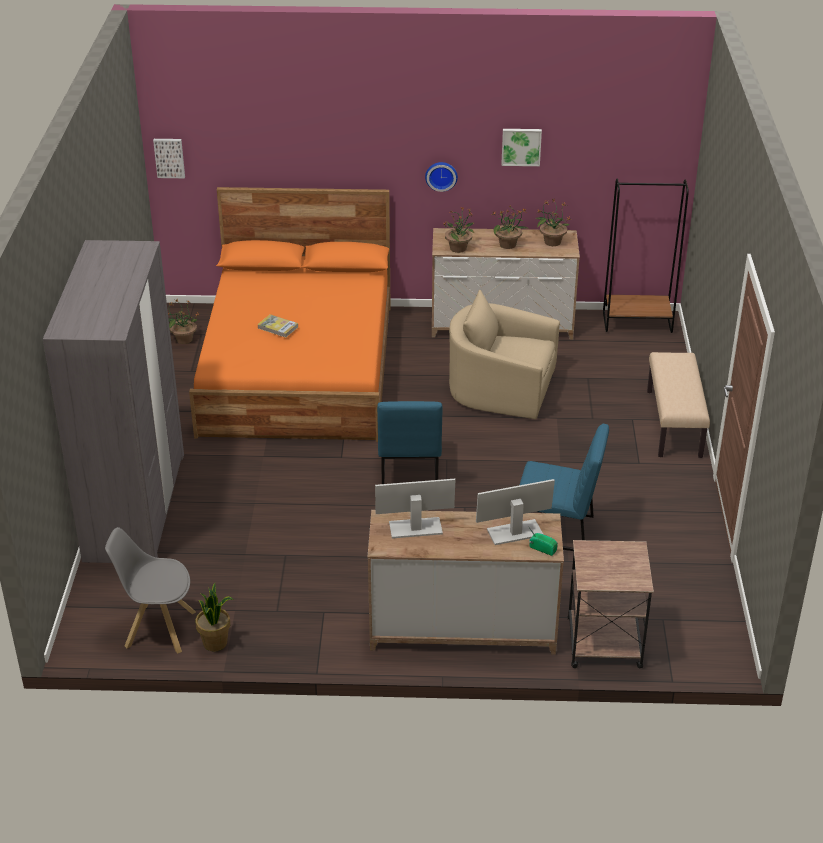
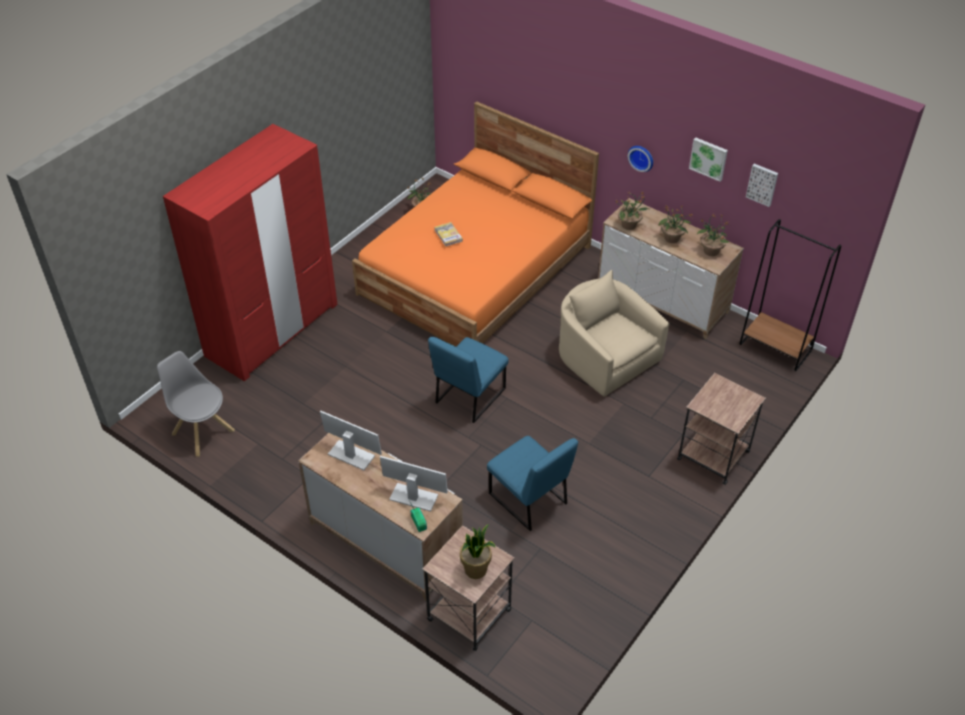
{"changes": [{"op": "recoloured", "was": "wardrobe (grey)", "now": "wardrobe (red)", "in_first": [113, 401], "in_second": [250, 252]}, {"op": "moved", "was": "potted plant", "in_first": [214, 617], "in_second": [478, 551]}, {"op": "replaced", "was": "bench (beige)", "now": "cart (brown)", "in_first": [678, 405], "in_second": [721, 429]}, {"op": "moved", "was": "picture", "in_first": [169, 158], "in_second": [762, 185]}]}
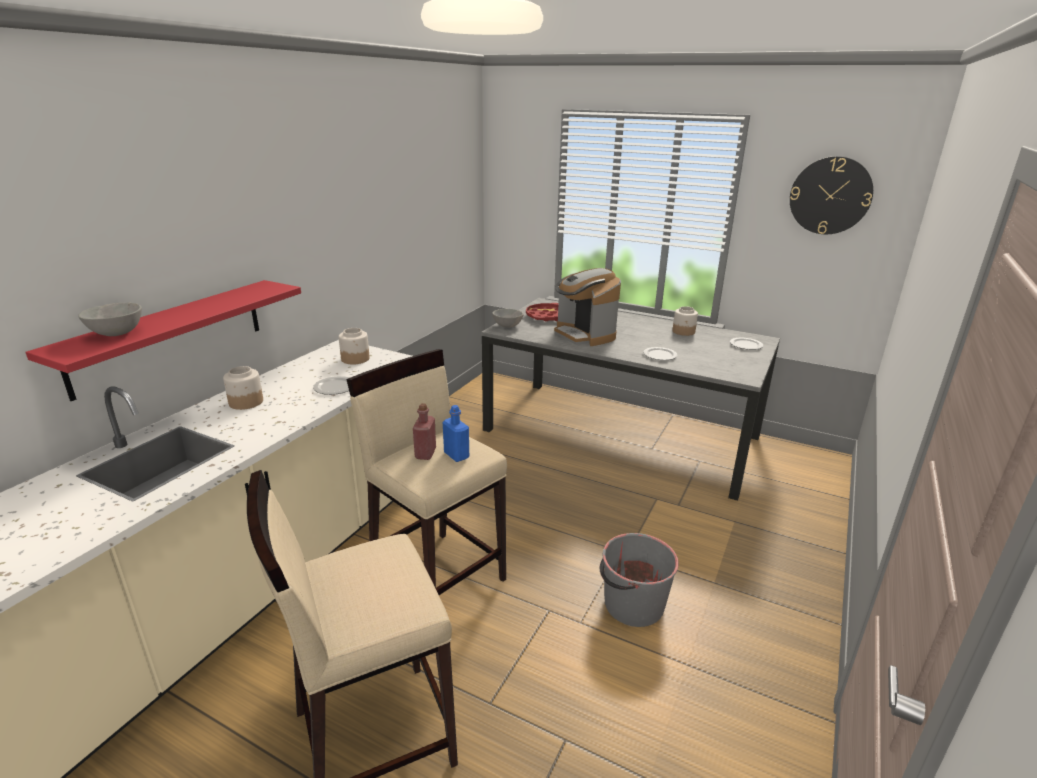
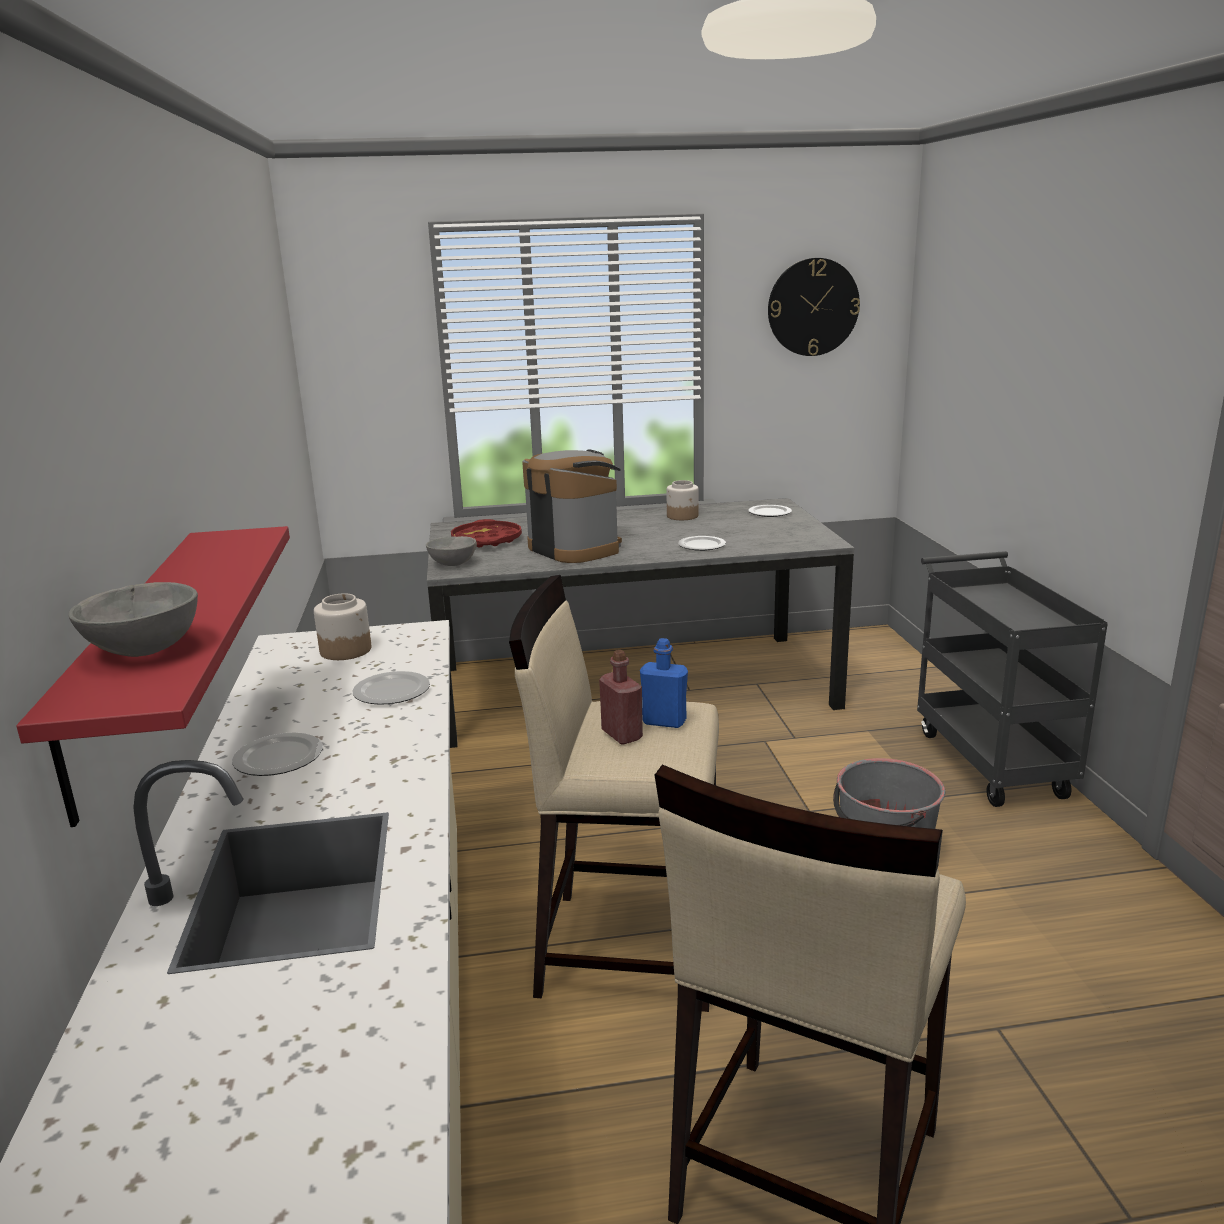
{"changes": [{"op": "replaced", "was": "jar", "now": "plate", "in_first": [243, 388], "in_second": [277, 754]}, {"op": "turned", "was": "coffee machine", "in_first": [587, 307], "in_second": [572, 506], "clockwise": -150}, {"op": "added", "now": "cart (grey)", "in_second": [1012, 679]}]}
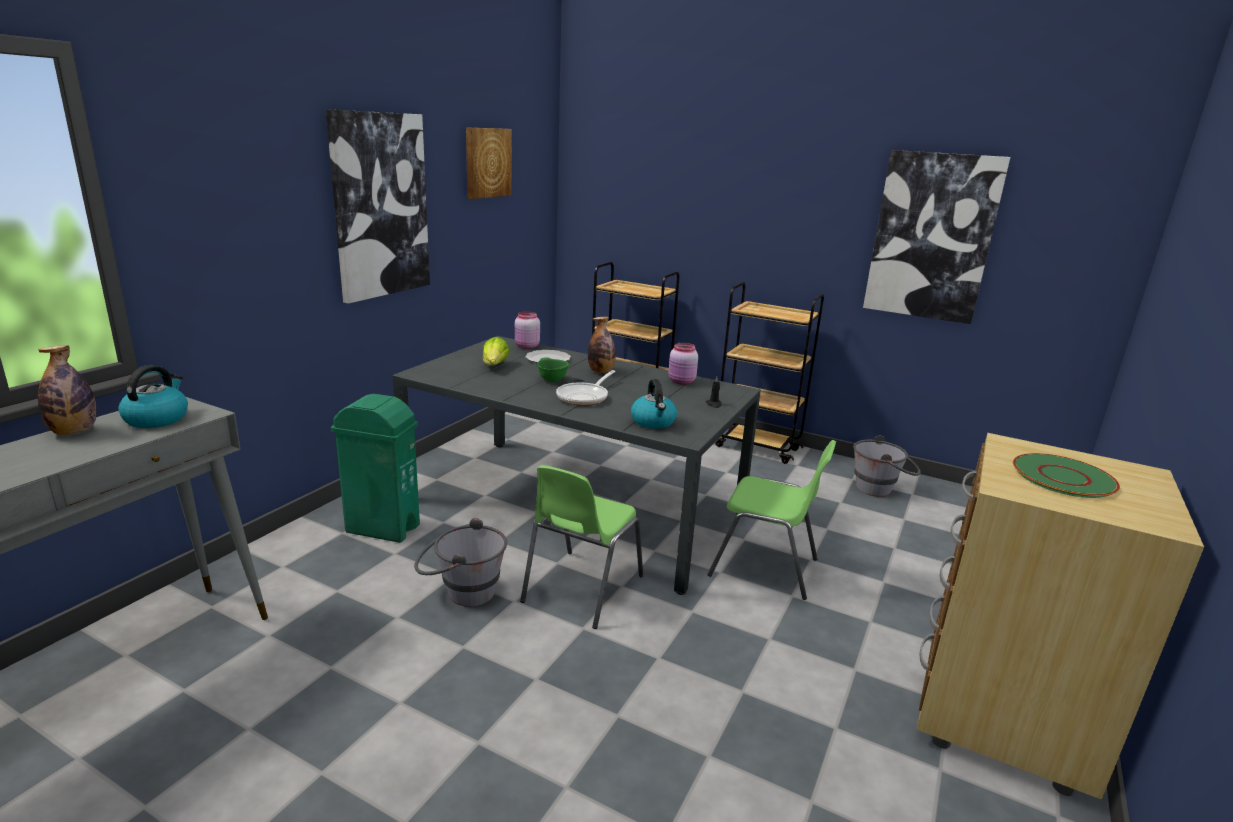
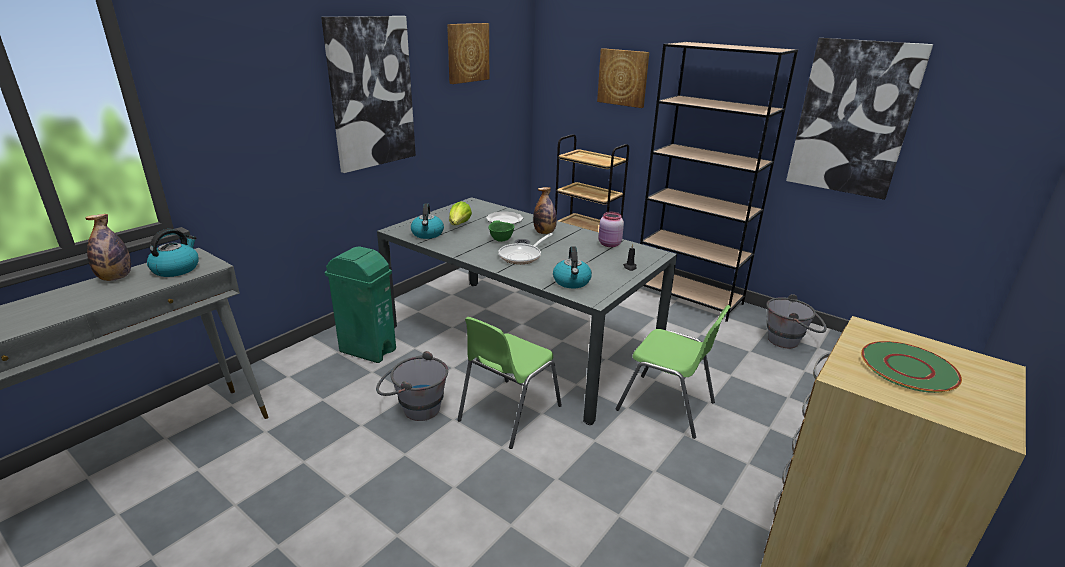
{"changes": [{"op": "added", "now": "kettle", "in_second": [427, 221]}, {"op": "added", "now": "picture", "in_second": [623, 78]}, {"op": "replaced", "was": "cart (brown)", "now": "bookcase (beige)", "in_first": [770, 373], "in_second": [719, 182]}, {"op": "removed", "was": "jar (pink)", "in_first": [527, 330]}]}
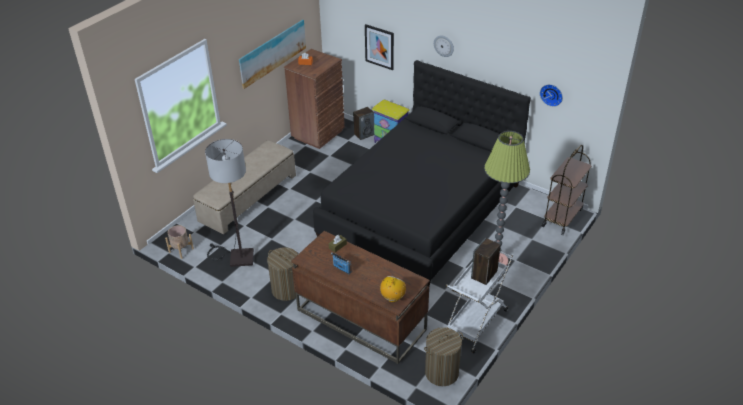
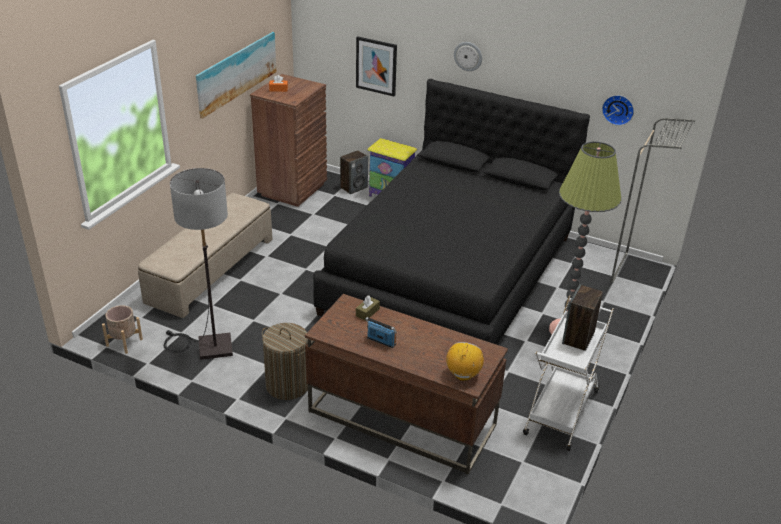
{"changes": [{"op": "replaced", "was": "cart (brown)", "now": "clothes rack (grey)", "in_first": [567, 190], "in_second": [652, 201]}, {"op": "removed", "was": "laundry basket", "in_first": [443, 356]}]}
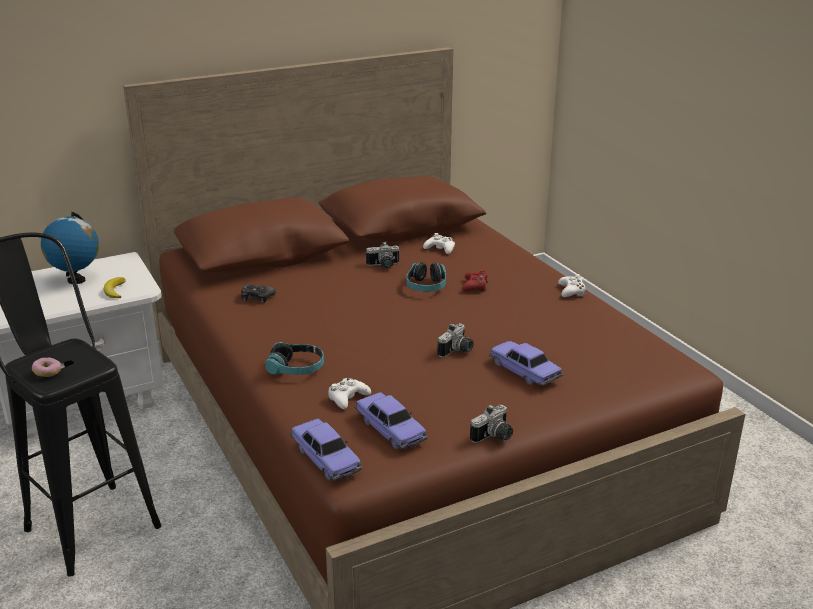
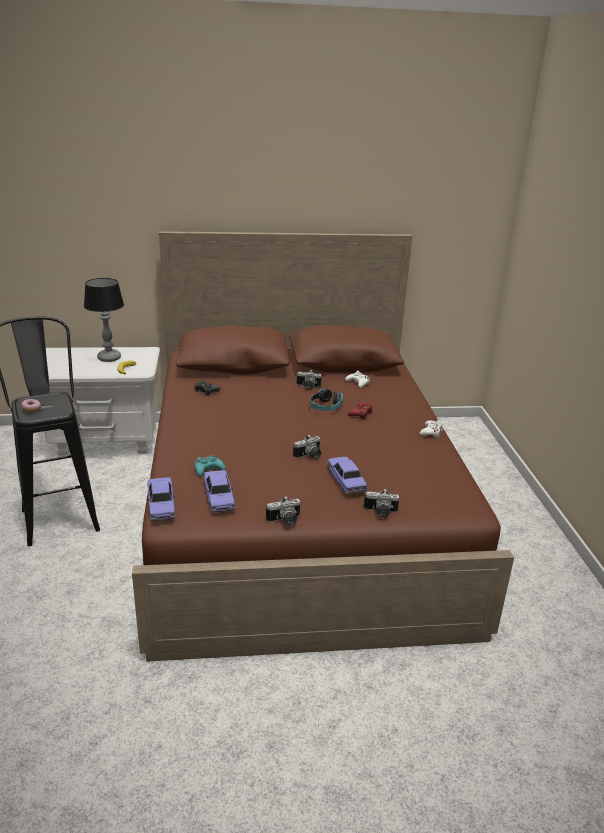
{"changes": [{"op": "replaced", "was": "globe", "now": "table lamp", "in_first": [70, 248], "in_second": [104, 320]}, {"op": "recoloured", "was": "game controller (white)", "now": "game controller (turquoise)", "in_first": [349, 393], "in_second": [210, 466]}, {"op": "added", "now": "photo camera", "in_second": [381, 503]}, {"op": "removed", "was": "headphones", "in_first": [294, 358]}]}
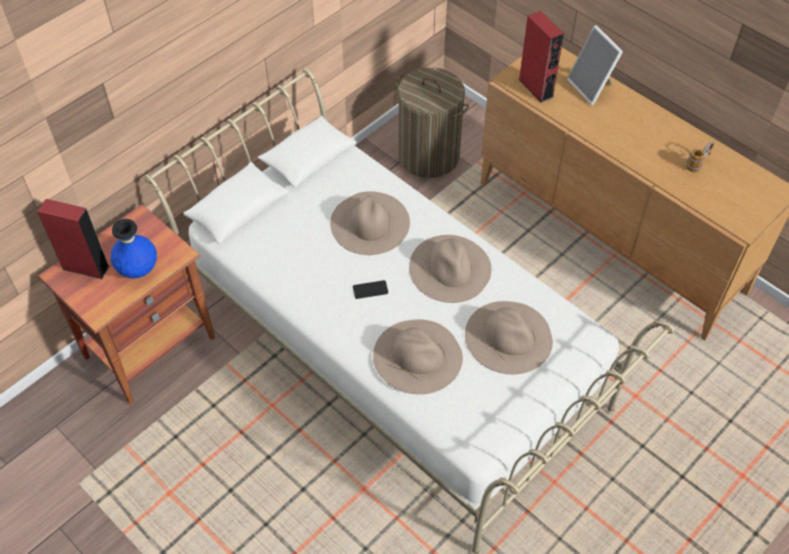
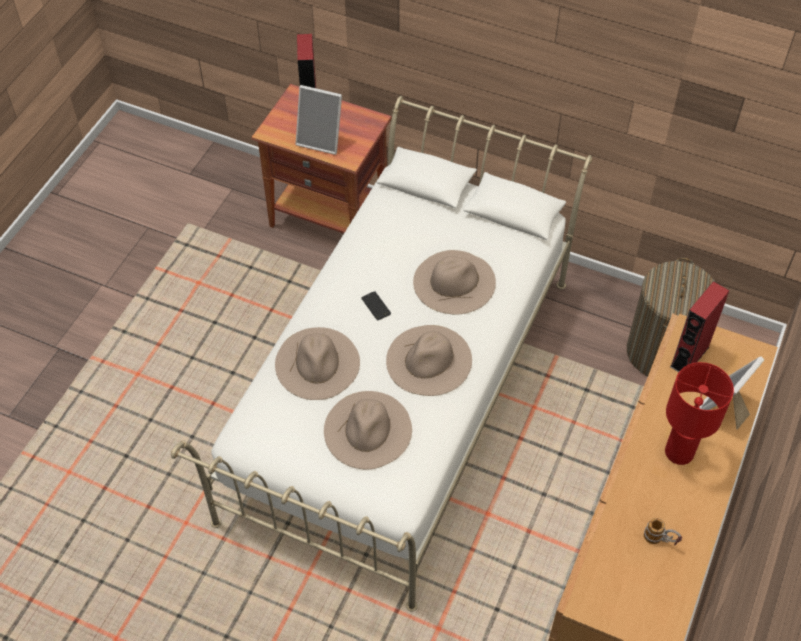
{"changes": [{"op": "replaced", "was": "vase (blue)", "now": "picture frame", "in_first": [134, 248], "in_second": [319, 120]}, {"op": "added", "now": "table lamp (red)", "in_second": [699, 413]}]}
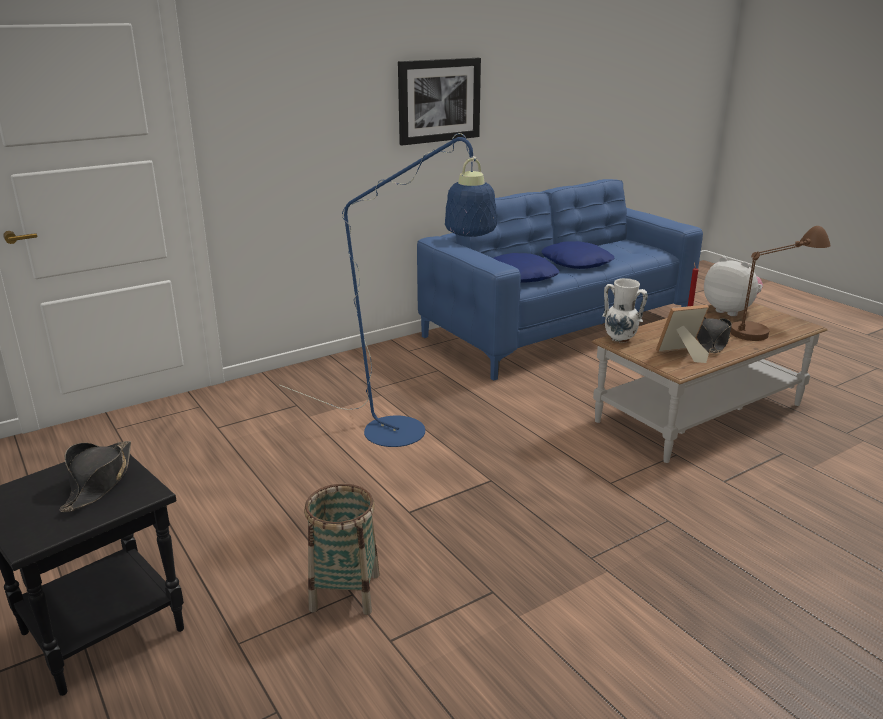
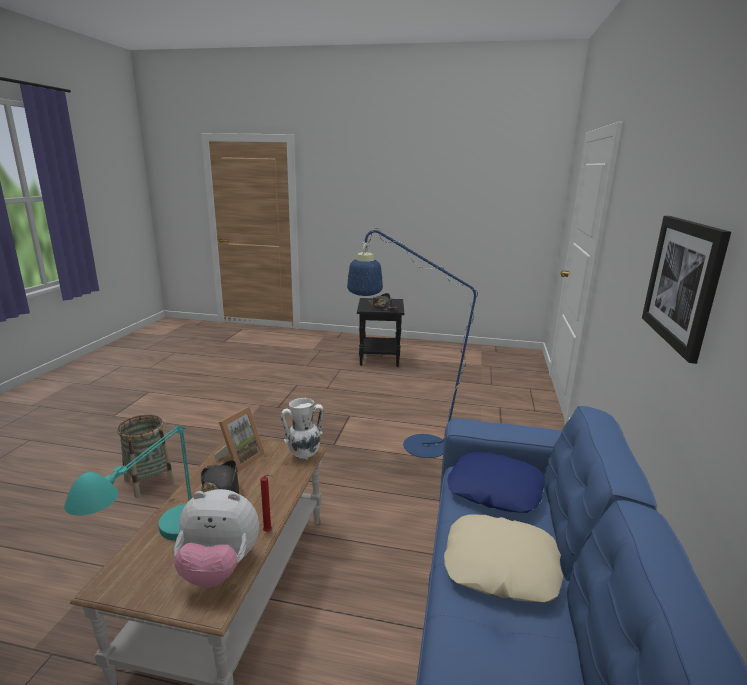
{"changes": [{"op": "recoloured", "was": "table lamp (brown)", "now": "table lamp (turquoise)", "in_first": [780, 283], "in_second": [128, 483]}, {"op": "moved", "was": "basket", "in_first": [342, 549], "in_second": [145, 456]}, {"op": "recoloured", "was": "pillow (blue)", "now": "pillow (beige)", "in_first": [578, 255], "in_second": [503, 558]}]}
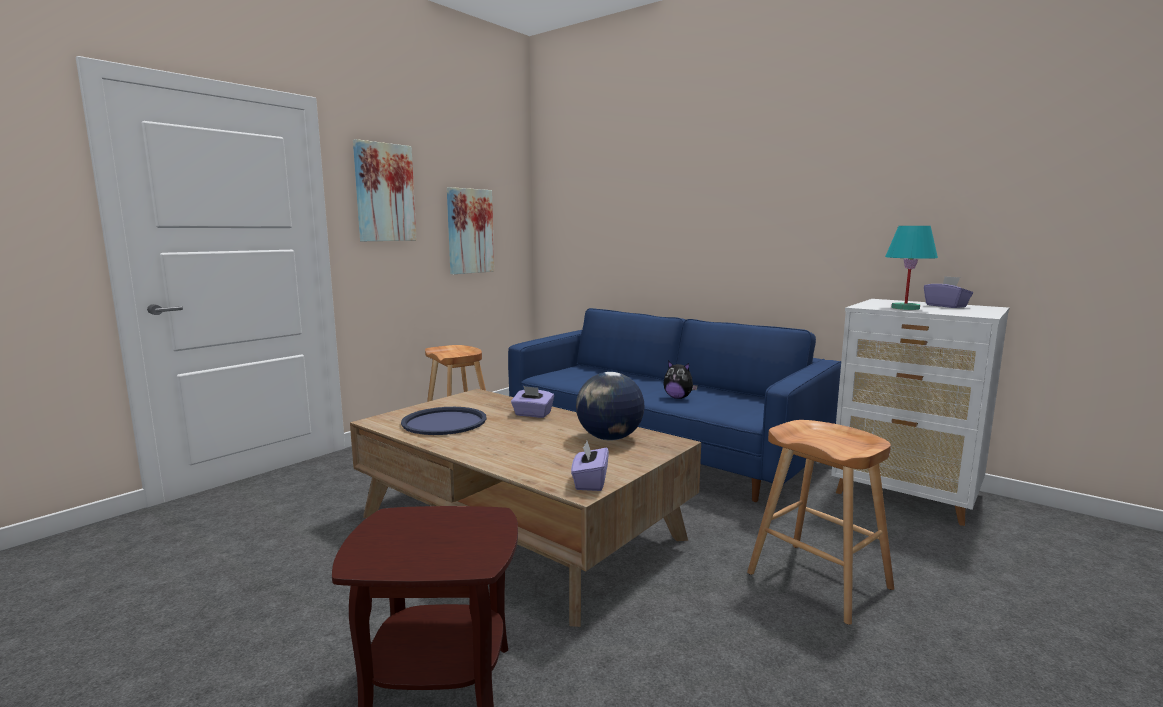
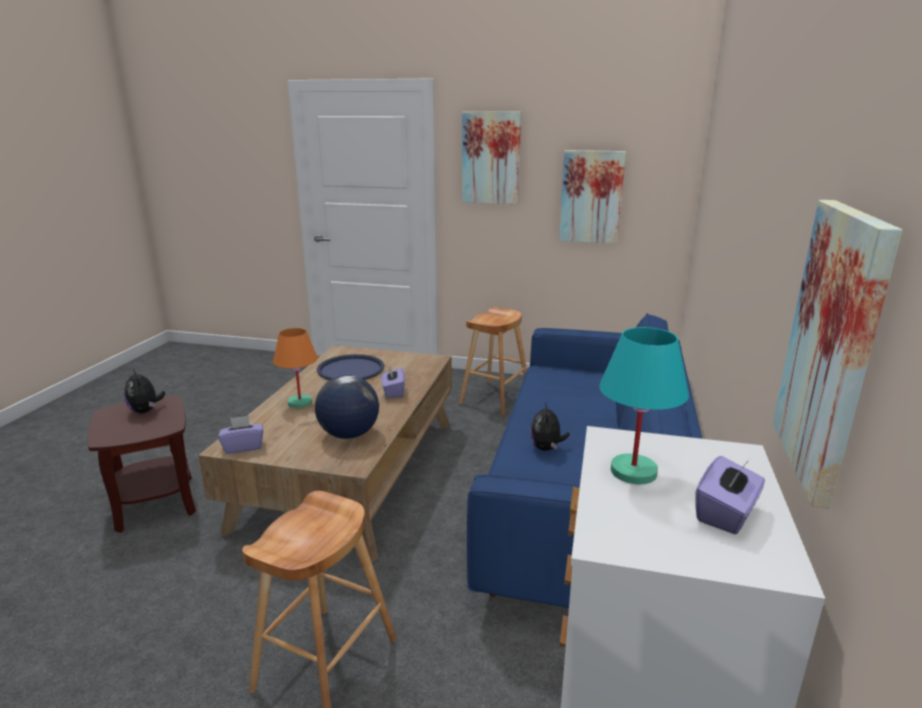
{"changes": [{"op": "added", "now": "plush toy", "in_second": [144, 391]}, {"op": "added", "now": "table lamp (orange)", "in_second": [295, 368]}, {"op": "added", "now": "picture", "in_second": [837, 354]}]}
